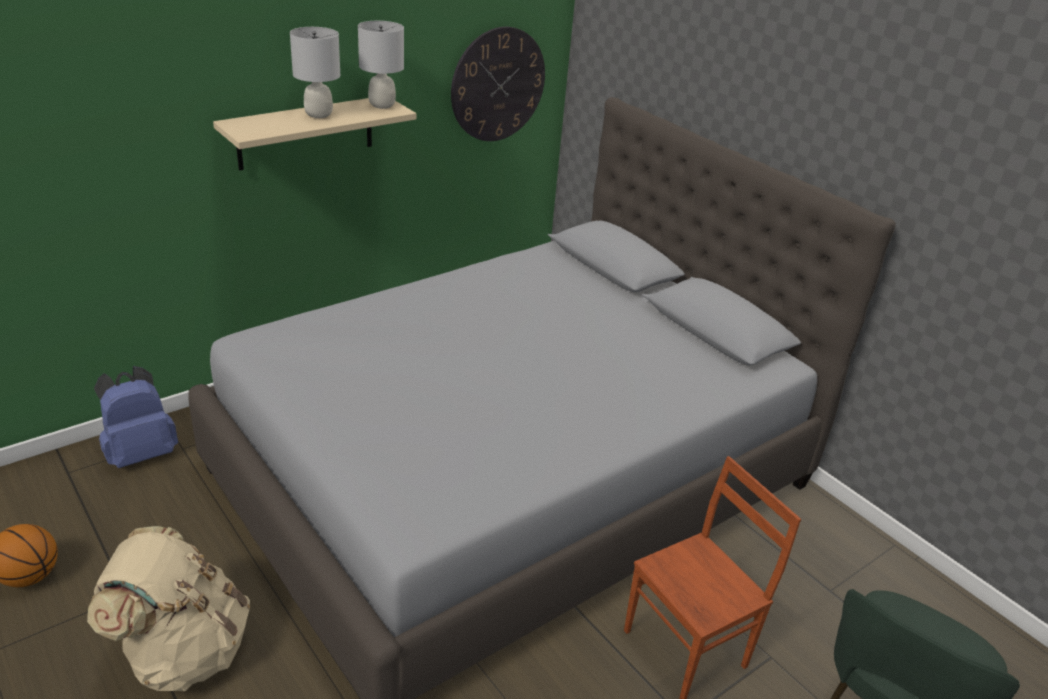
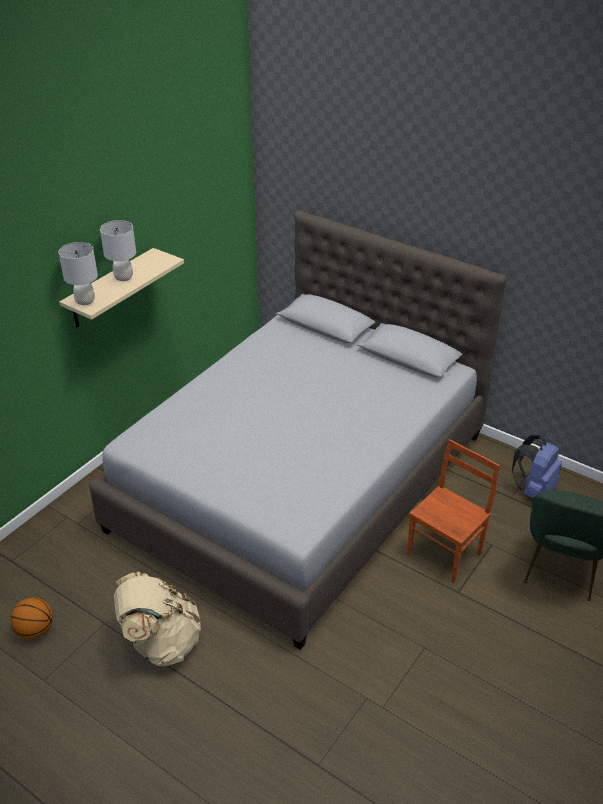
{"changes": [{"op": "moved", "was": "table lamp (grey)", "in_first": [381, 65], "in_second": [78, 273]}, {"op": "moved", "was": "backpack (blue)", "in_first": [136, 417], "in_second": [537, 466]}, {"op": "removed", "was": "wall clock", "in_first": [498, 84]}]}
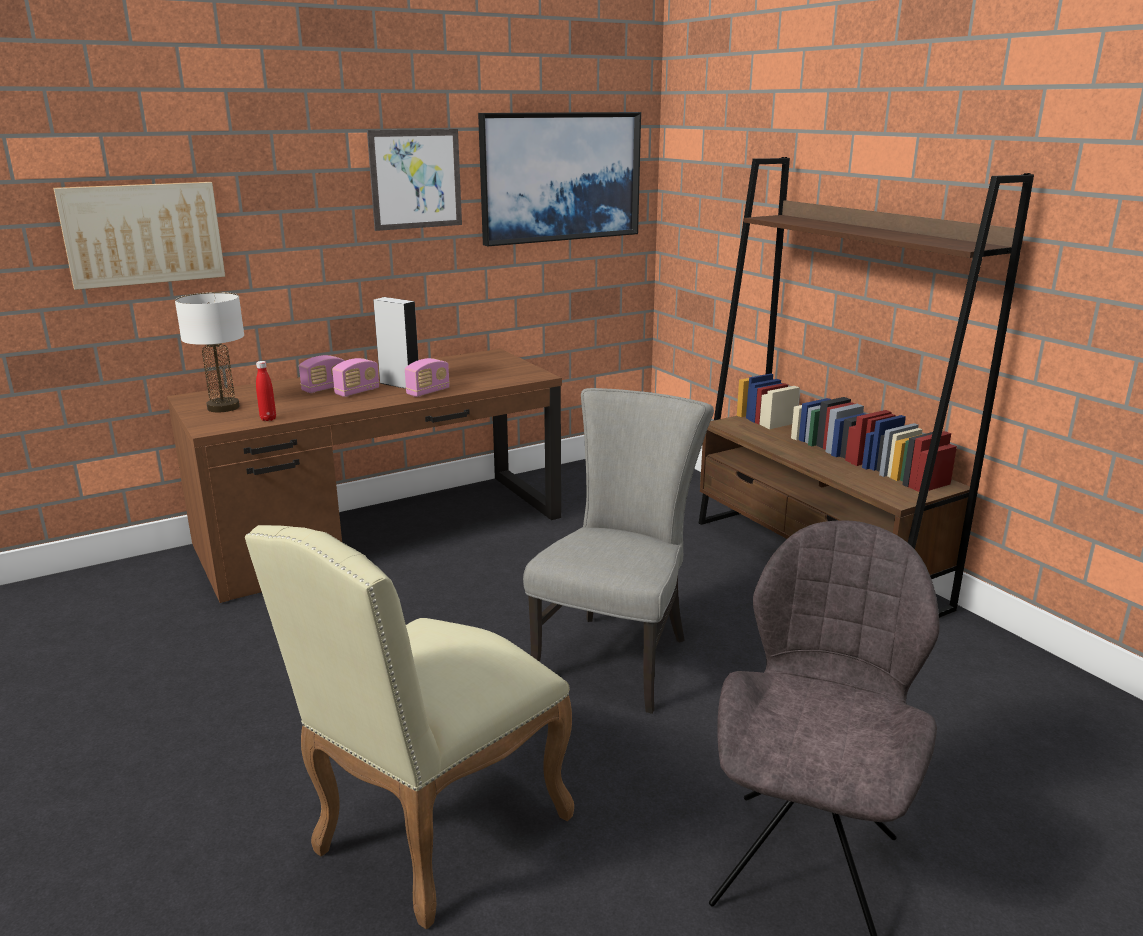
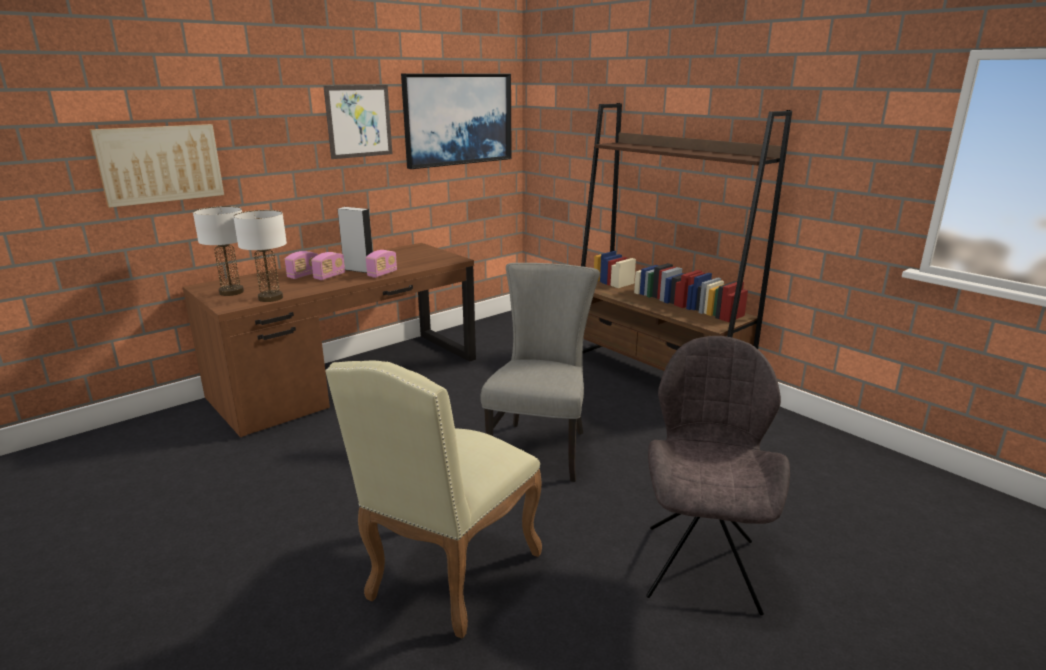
{"changes": [{"op": "replaced", "was": "bottle (red)", "now": "table lamp", "in_first": [266, 391], "in_second": [260, 256]}]}
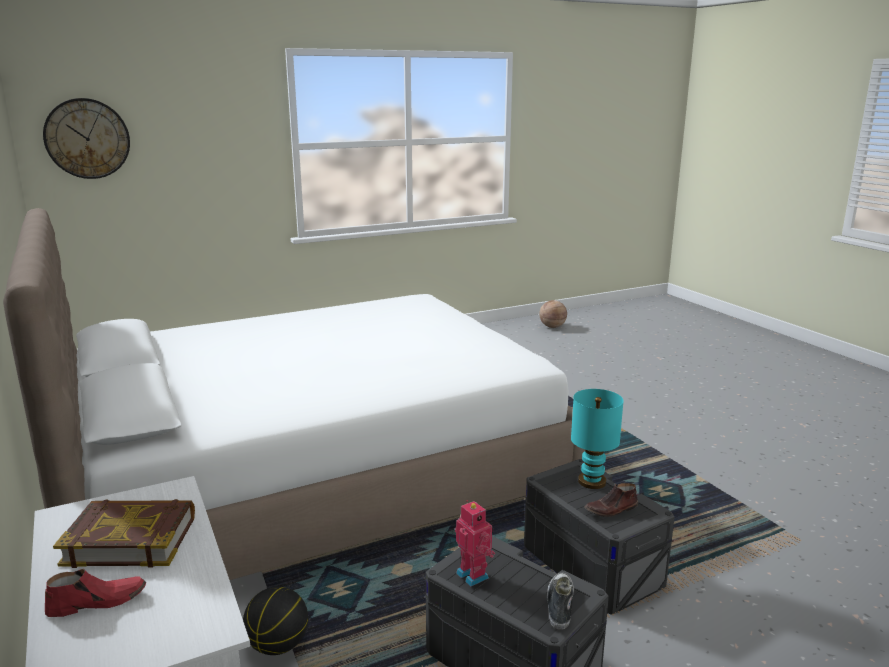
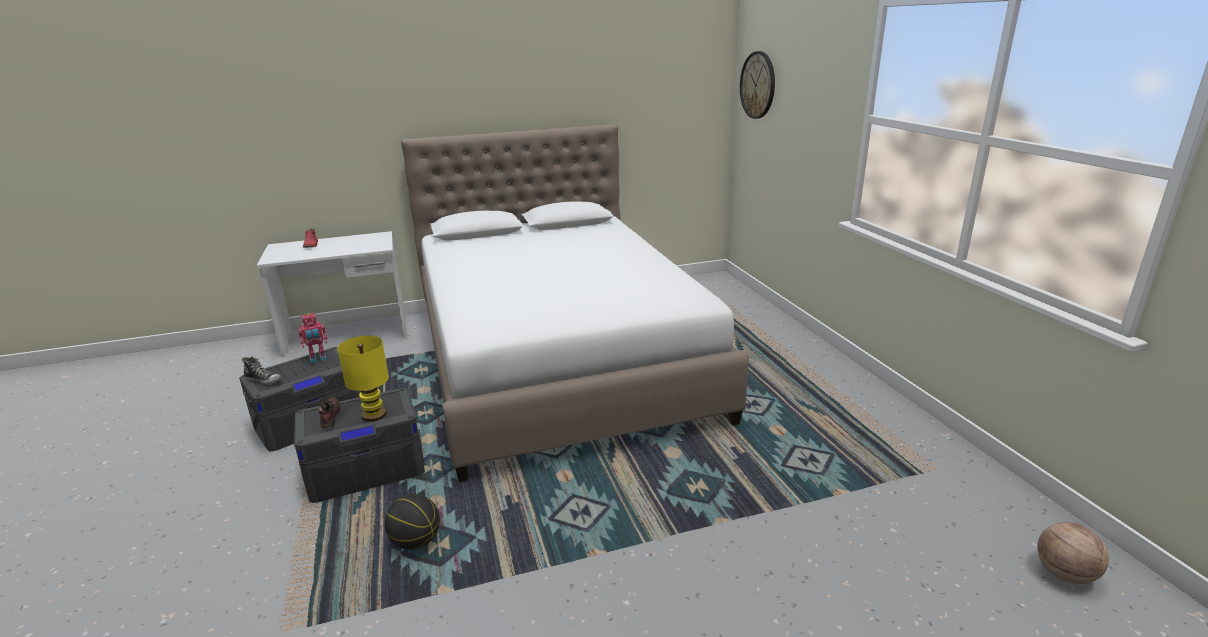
{"changes": [{"op": "recoloured", "was": "table lamp (turquoise)", "now": "table lamp (yellow)", "in_first": [597, 439], "in_second": [363, 379]}, {"op": "moved", "was": "basketball", "in_first": [275, 621], "in_second": [412, 522]}, {"op": "removed", "was": "book", "in_first": [124, 533]}]}
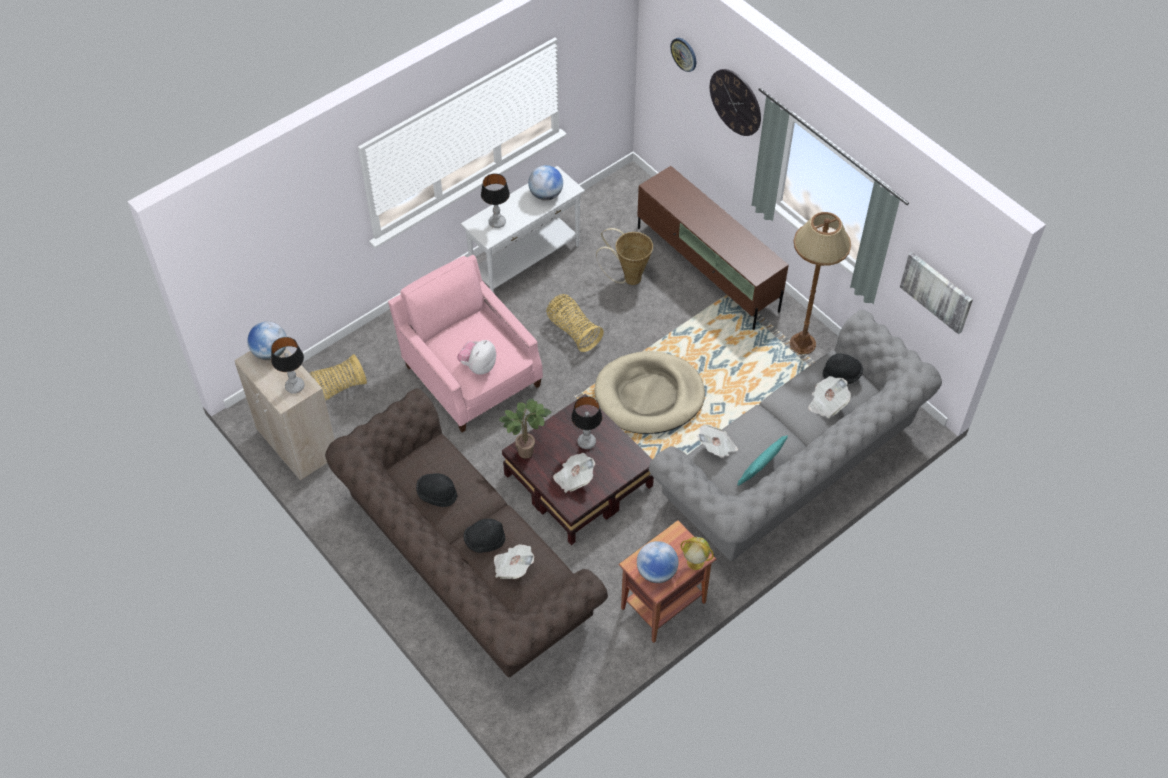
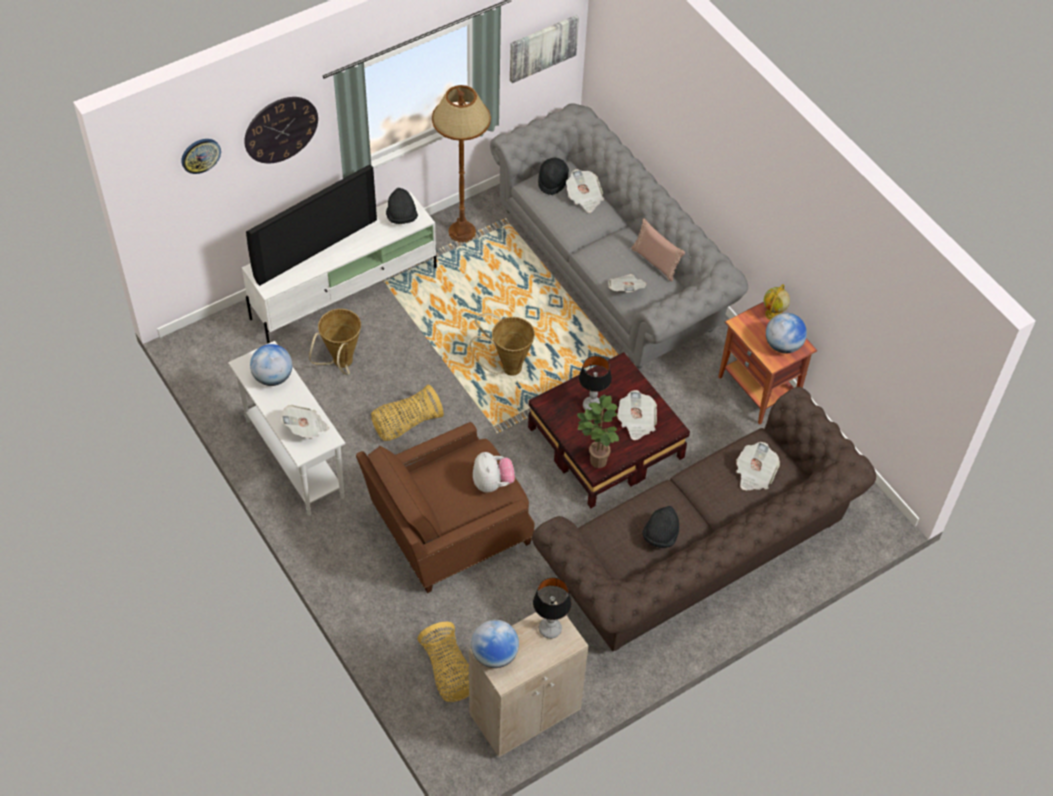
{"changes": [{"op": "recoloured", "was": "tv stand (brown)", "now": "tv stand (white)", "in_first": [713, 248], "in_second": [339, 268]}, {"op": "added", "now": "television", "in_second": [311, 225]}, {"op": "replaced", "was": "table lamp", "now": "newspaper", "in_first": [495, 201], "in_second": [305, 422]}, {"op": "recoloured", "was": "armchair (pink)", "now": "armchair (brown)", "in_first": [465, 343], "in_second": [445, 507]}, {"op": "moved", "was": "hat (black)", "in_first": [484, 535], "in_second": [402, 206]}, {"op": "replaced", "was": "dog bed (beige)", "now": "basket", "in_first": [649, 392], "in_second": [502, 344]}, {"op": "turned", "was": "plush toy", "in_first": [476, 357], "in_second": [494, 472], "clockwise": -135}, {"op": "recoloured", "was": "pillow (turquoise)", "now": "pillow (beige)", "in_first": [762, 460], "in_second": [658, 249]}]}
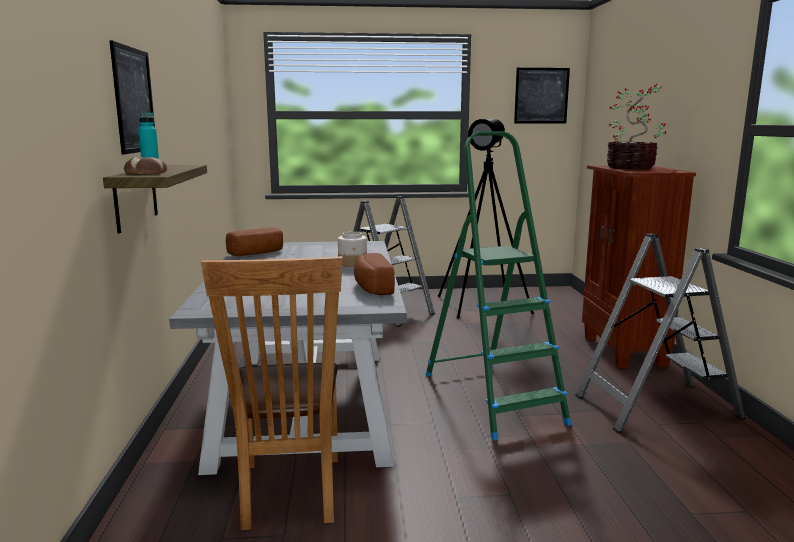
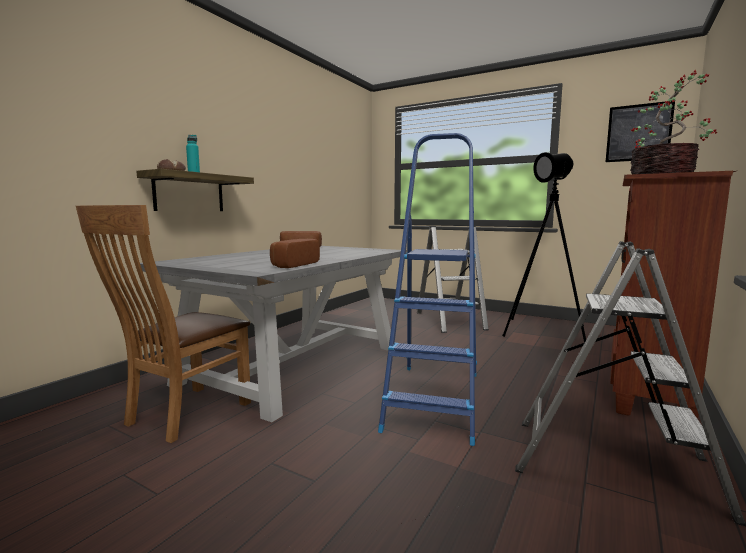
{"changes": [{"op": "recoloured", "was": "step ladder (green)", "now": "step ladder (blue)", "in_first": [498, 286], "in_second": [427, 289]}, {"op": "removed", "was": "picture", "in_first": [132, 97]}, {"op": "removed", "was": "jar", "in_first": [352, 249]}]}
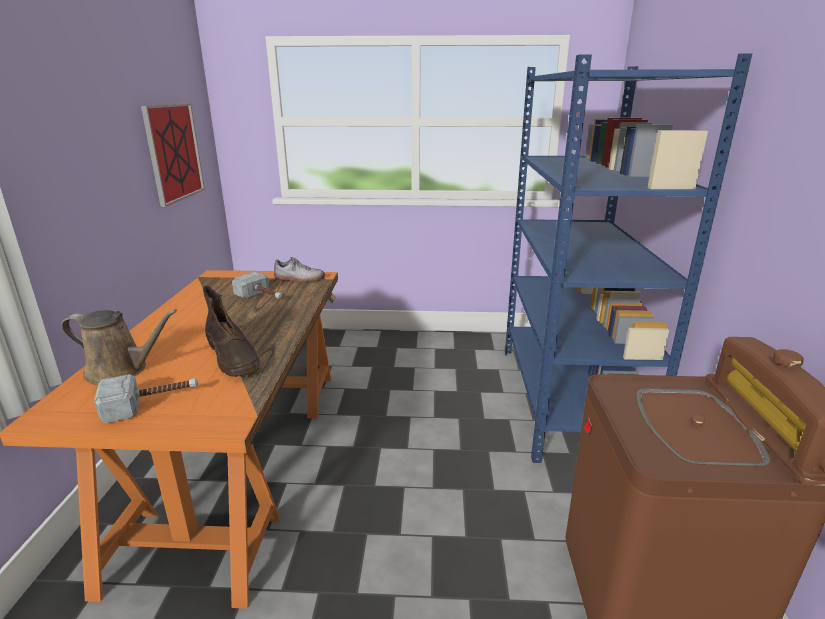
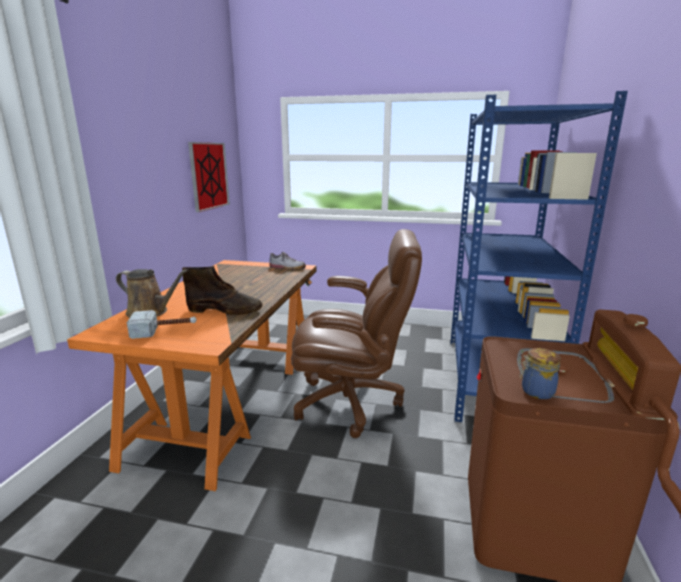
{"changes": [{"op": "turned", "was": "boot (brown)", "in_first": [231, 331], "in_second": [222, 290], "clockwise": -60}, {"op": "added", "now": "office chair (brown)", "in_second": [356, 333]}, {"op": "added", "now": "jar", "in_second": [540, 373]}, {"op": "removed", "was": "hammer", "in_first": [257, 285]}]}
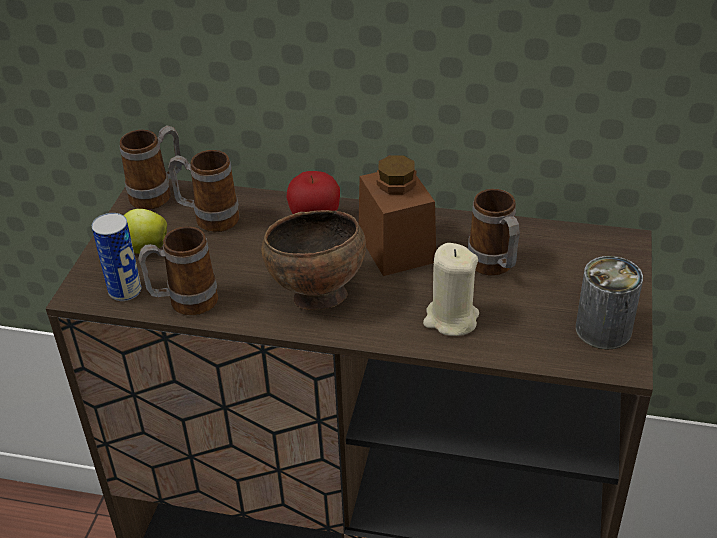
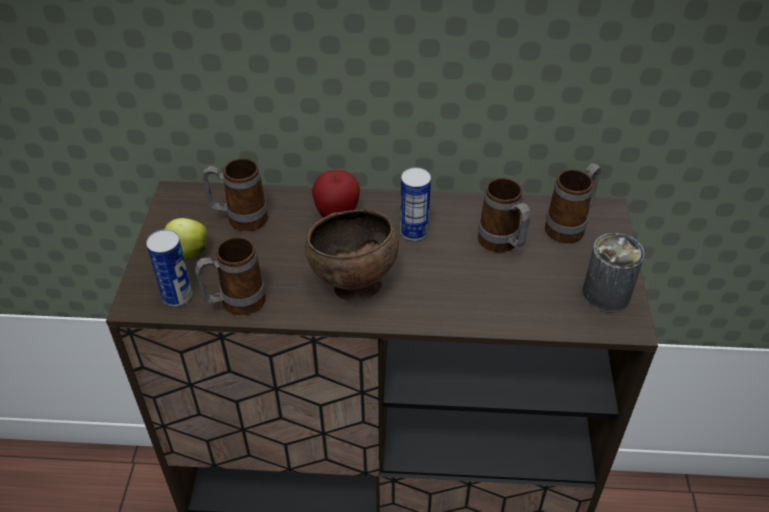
{"changes": [{"op": "replaced", "was": "jar (brown)", "now": "can", "in_first": [397, 215], "in_second": [415, 204]}, {"op": "moved", "was": "mug", "in_first": [151, 167], "in_second": [573, 203]}, {"op": "removed", "was": "candle (beige)", "in_first": [451, 289]}]}
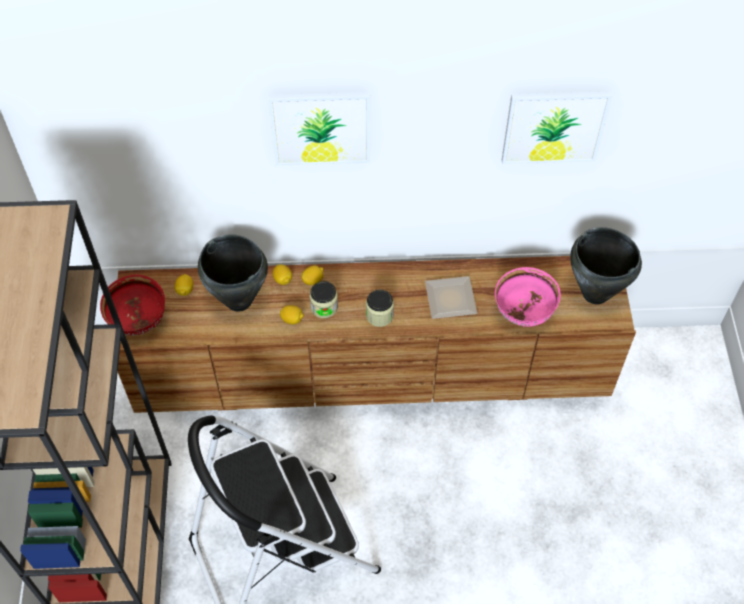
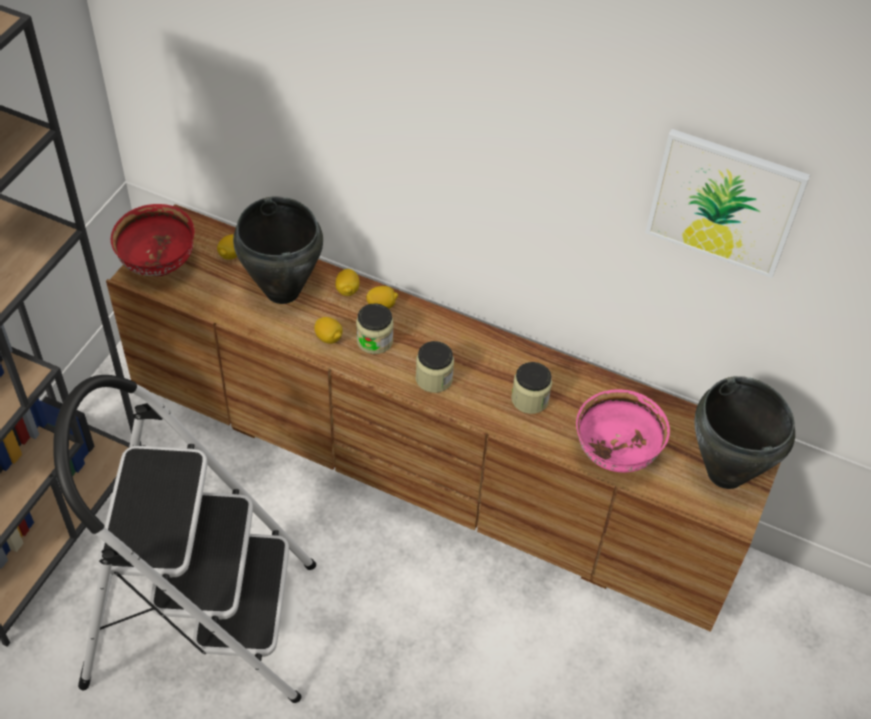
{"changes": [{"op": "replaced", "was": "plate", "now": "jar", "in_first": [451, 297], "in_second": [531, 388]}, {"op": "removed", "was": "picture", "in_first": [319, 129]}]}
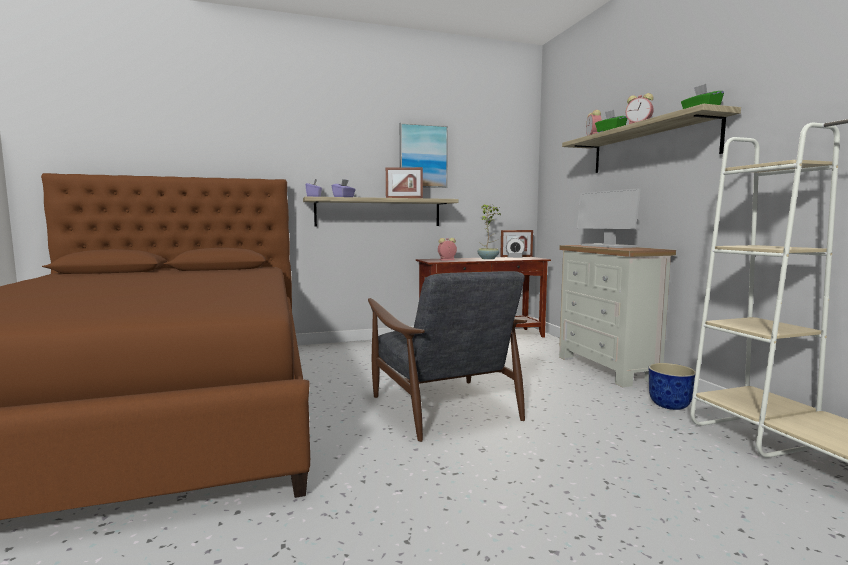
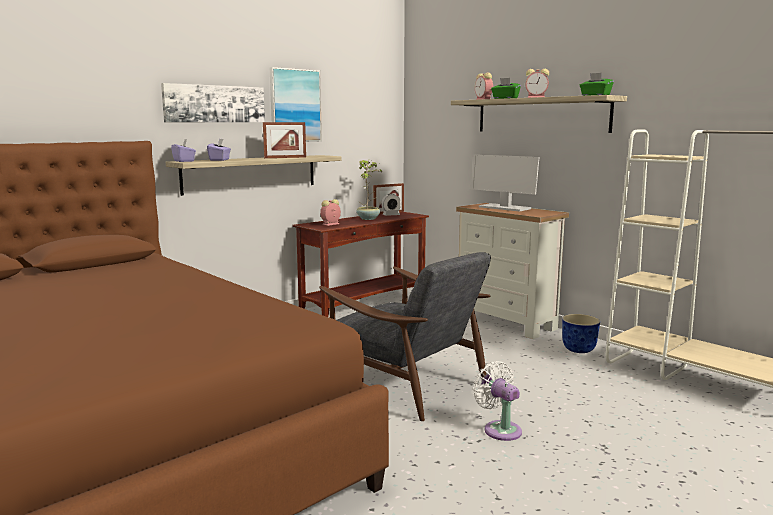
{"changes": [{"op": "added", "now": "picture", "in_second": [213, 103]}, {"op": "added", "now": "fan (white)", "in_second": [497, 401]}]}
